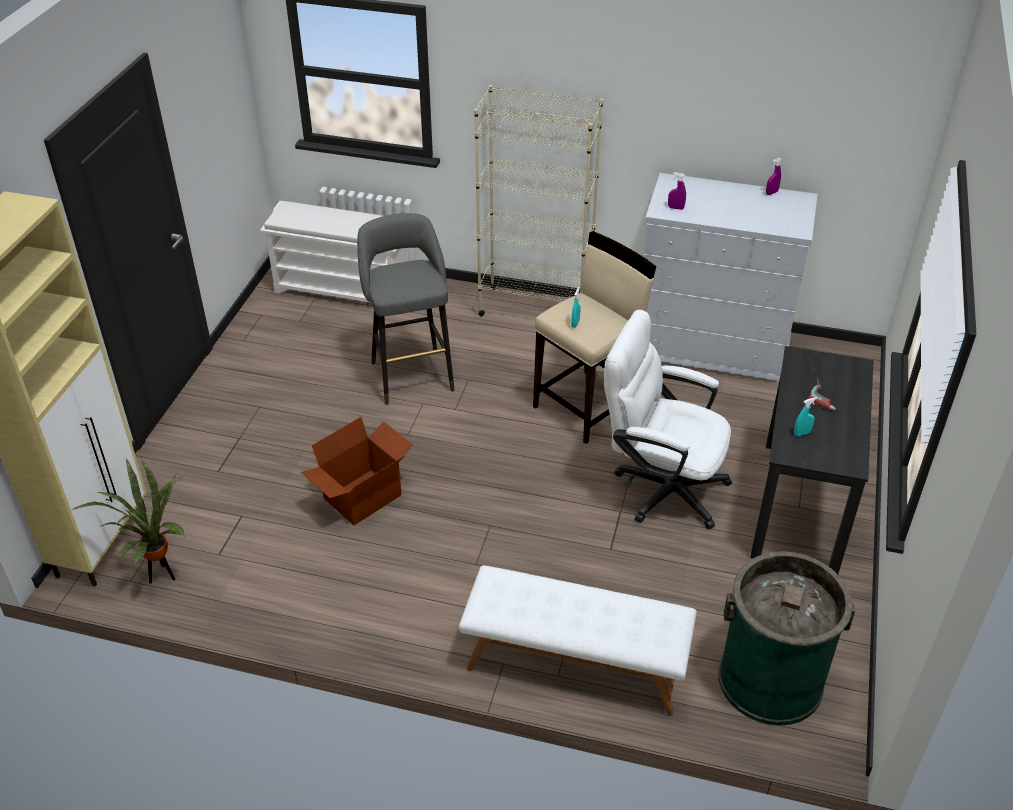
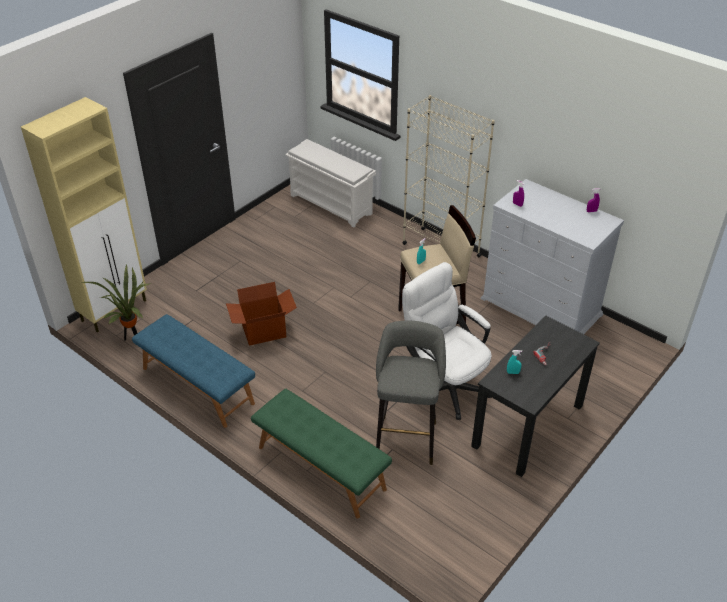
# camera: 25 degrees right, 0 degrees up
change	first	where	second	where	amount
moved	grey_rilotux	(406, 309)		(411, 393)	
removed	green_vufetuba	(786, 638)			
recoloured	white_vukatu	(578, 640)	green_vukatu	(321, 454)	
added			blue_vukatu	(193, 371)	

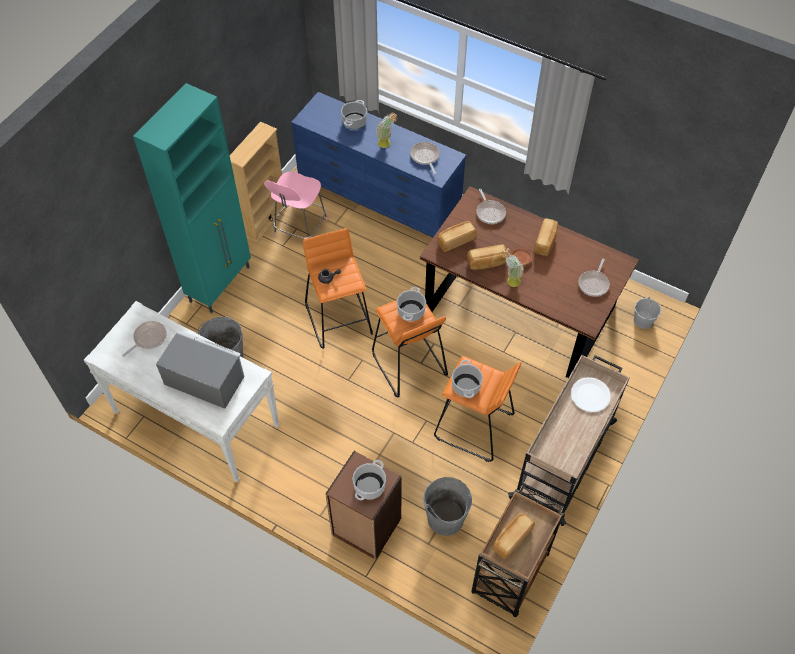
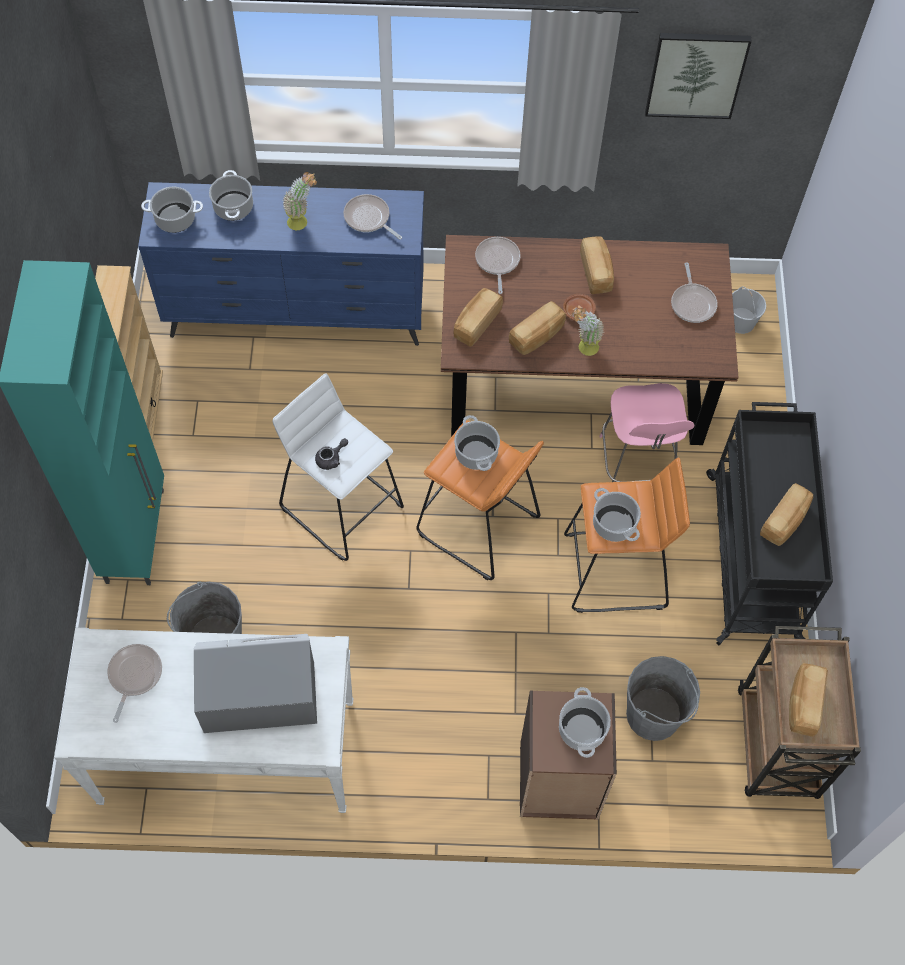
# camera: 30 degrees left, 5 degrees up
change	first	where	second	where	amount
moved	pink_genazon	(296, 205)		(647, 432)	
turned	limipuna	(491, 206)		(498, 265)	135 degrees counterclockwise
recoloured	orange_rilotux	(338, 288)	white_rilotux	(338, 467)	
recoloured	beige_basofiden	(569, 440)	black_basofiden	(769, 523)	
removed	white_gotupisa	(591, 394)			
added			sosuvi	(698, 76)	
added			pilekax	(172, 210)	
added			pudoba	(786, 514)	

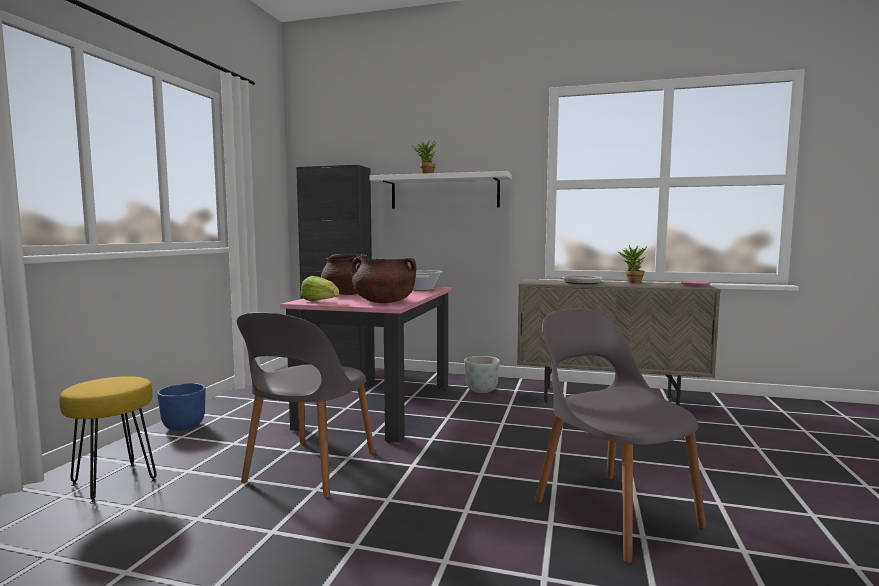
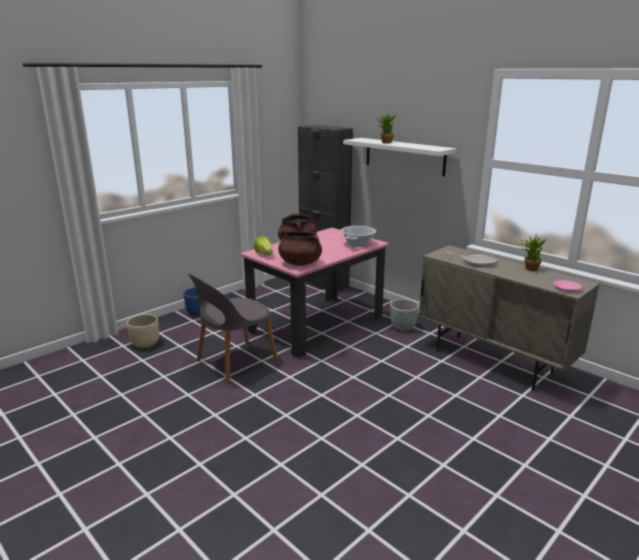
# camera: 30 degrees right, 15 degrees up
change	first	where	second	where	amount
removed	grey_genazon	(620, 435)			
replaced	yellow_rilotux	(108, 439)	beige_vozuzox	(143, 331)	

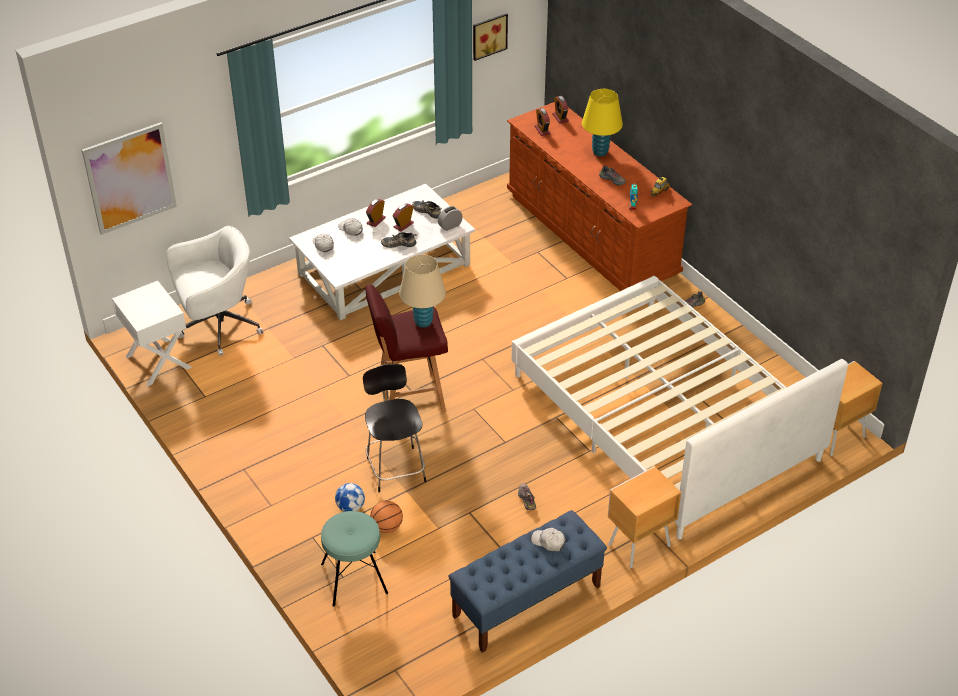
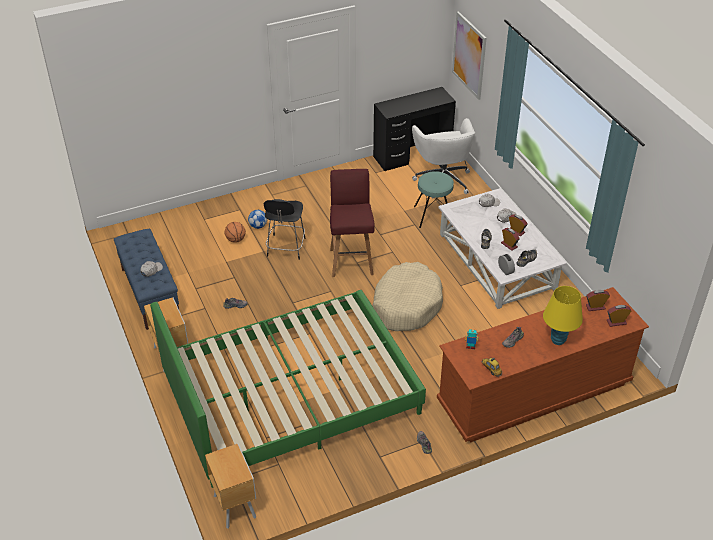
# camera: 100 degrees right, 0 degrees up
change	first	where	second	where	amount
removed	sosuvi	(490, 37)			
removed	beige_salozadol	(422, 291)			
recoloured	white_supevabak	(679, 408)	green_supevabak	(288, 389)	
replaced	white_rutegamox	(152, 334)	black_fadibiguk	(414, 129)	
turned	black_genazon	(394, 428)		(284, 229)	105 degrees clockwise
moved	turquoise_rilotux	(354, 559)		(434, 199)	
added			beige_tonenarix	(407, 296)	

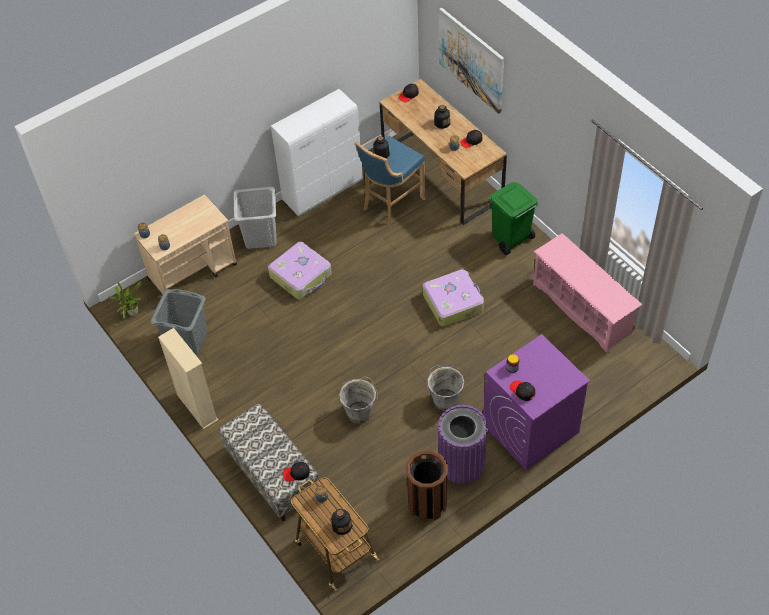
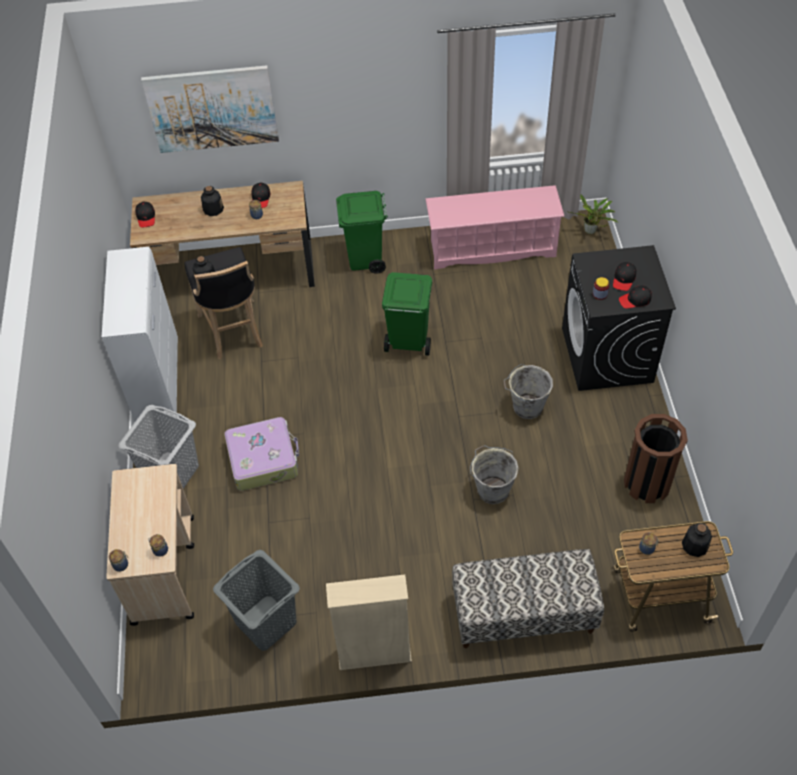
# camera: 60 degrees left, 0 degrees up
change	first	where	second	where	amount
recoloured	blue_rilotux	(390, 181)	black_rilotux	(223, 303)	
replaced	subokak	(453, 298)	green_vufetuba	(407, 314)	
moved	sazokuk	(125, 300)		(592, 214)	
recoloured	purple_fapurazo	(536, 402)	black_fapurazo	(619, 318)	
removed	purple_vufetuba	(463, 444)			
moved	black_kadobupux	(296, 471)		(624, 276)	

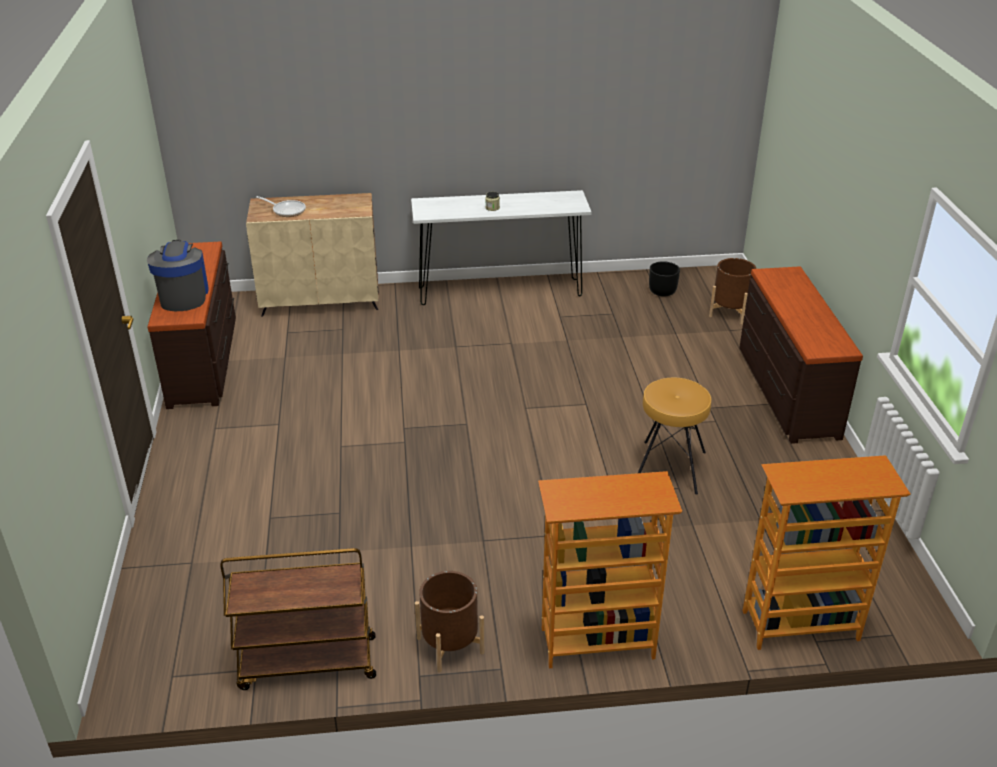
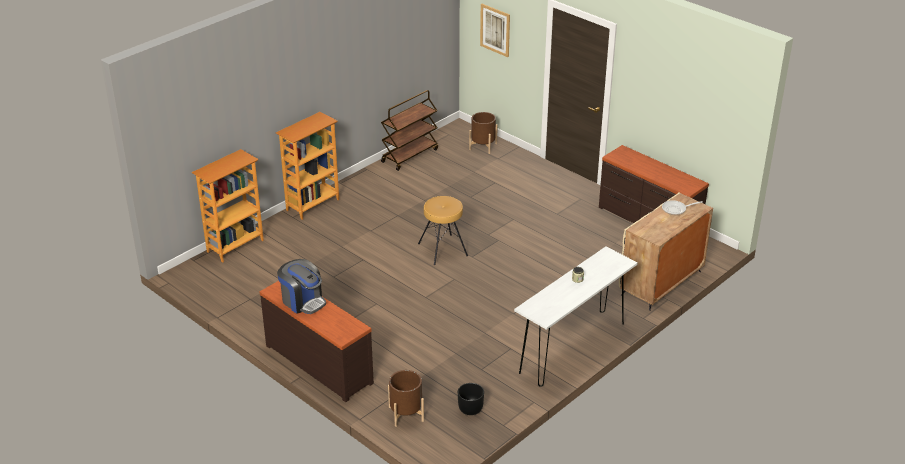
# camera: 140 degrees right, 0 degrees up
change	first	where	second	where	amount
moved	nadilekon	(178, 275)		(301, 286)	
moved	brown_rilotux	(674, 436)		(443, 230)	
moved	brown_vozuzox	(449, 622)		(483, 133)	
added			sosuvi	(495, 30)	

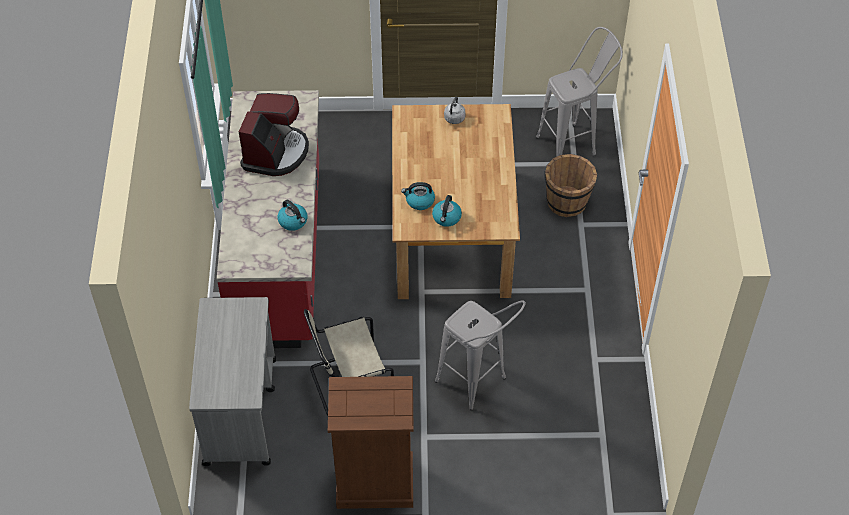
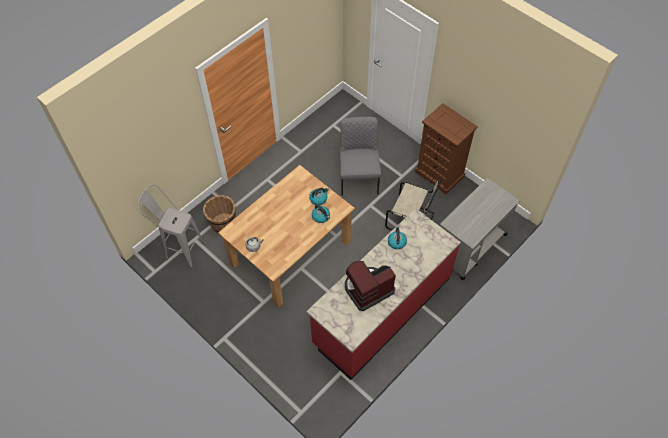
# camera: 135 degrees left, 5 degrees up
change	first	where	second	where	amount
replaced	grey_rilotux	(480, 355)	grey_genazon	(360, 156)	

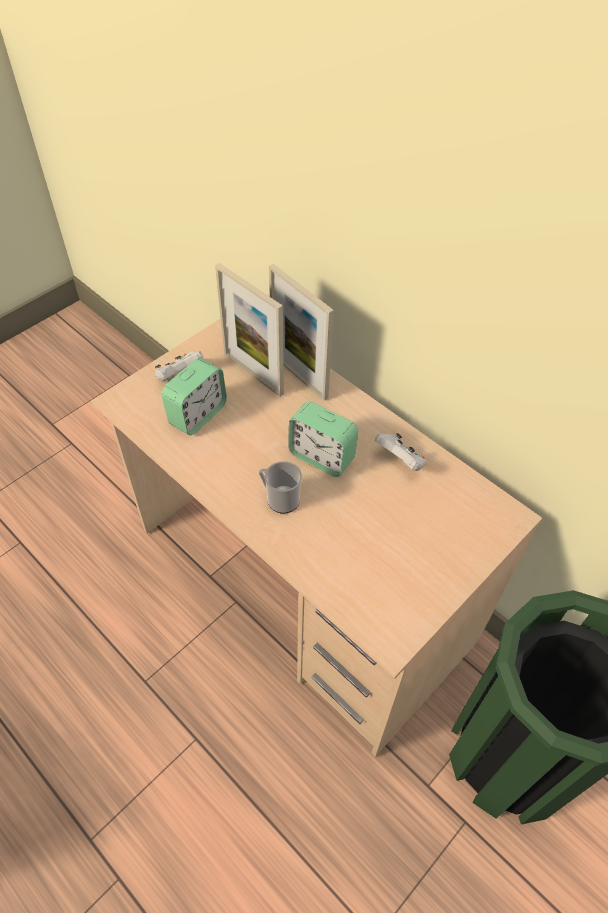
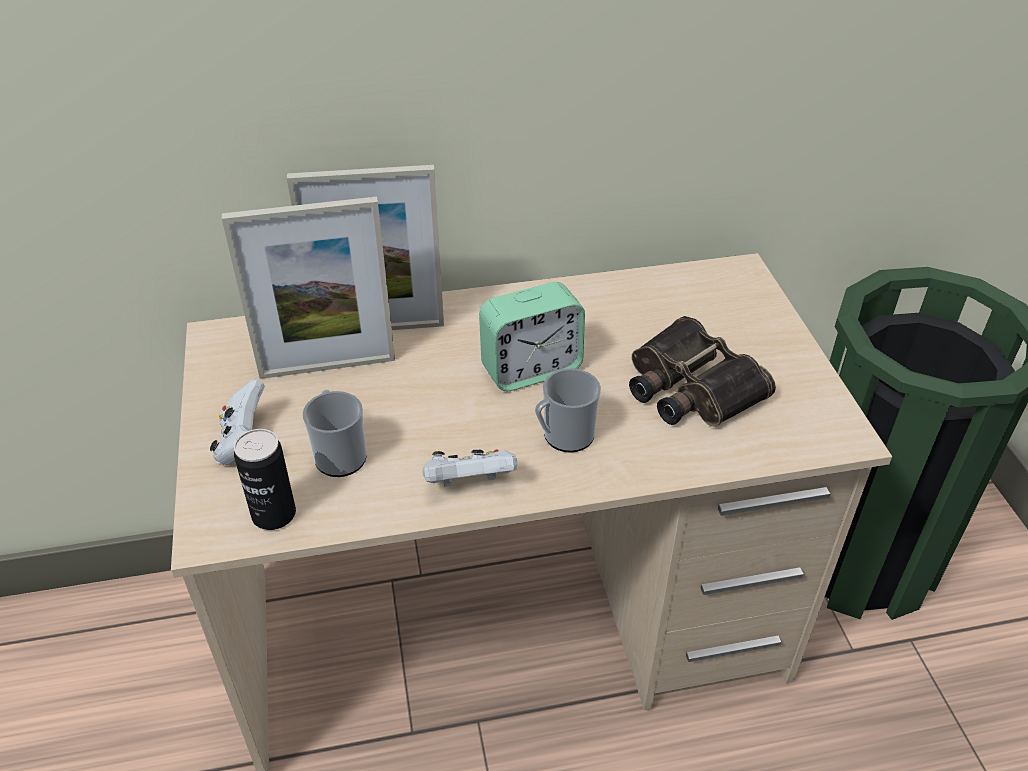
# camera: 55 degrees left, 10 degrees down
change	first	where	second	where	amount
replaced	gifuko	(194, 396)	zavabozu	(335, 433)	
moved	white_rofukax	(400, 452)		(470, 467)	
added			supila	(702, 371)	
added			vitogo	(265, 479)	

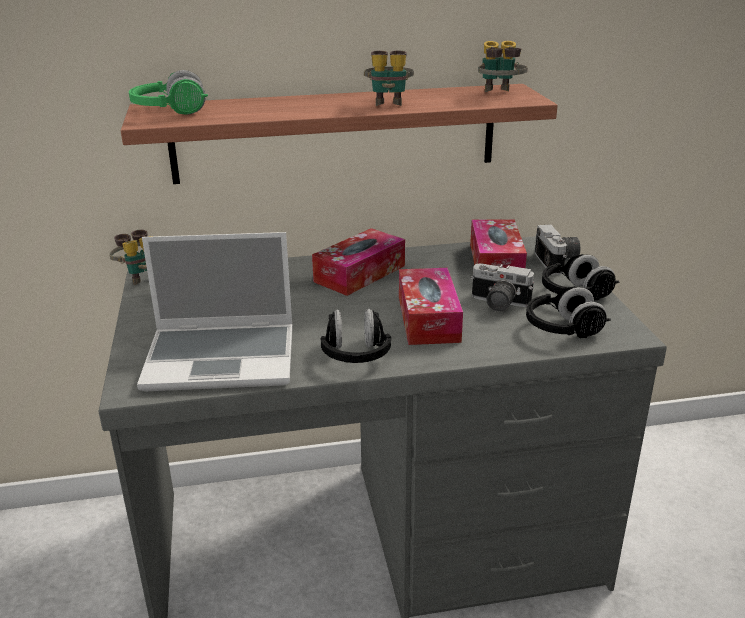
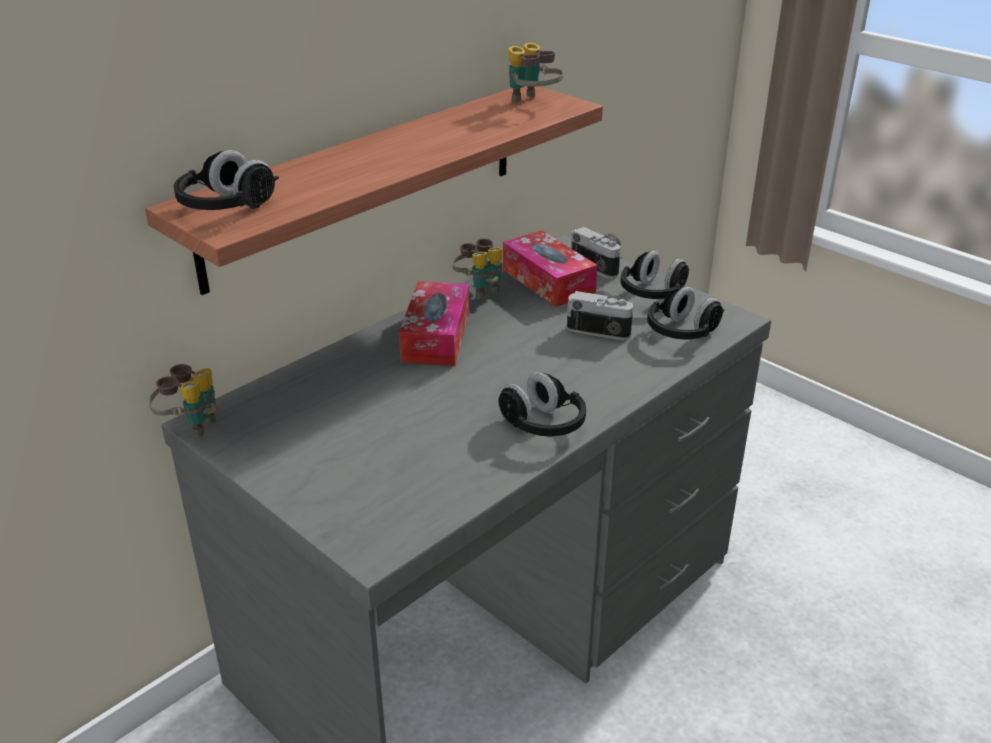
# camera: 35 degrees left, 5 degrees up
change	first	where	second	where	amount
moved	supila	(389, 78)		(477, 269)	
recoloured	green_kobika	(168, 92)	black_kobika	(226, 180)	
removed	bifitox	(215, 311)			
turned	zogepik	(502, 287)		(601, 315)	150 degrees counterclockwise
removed	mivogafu	(431, 306)			

